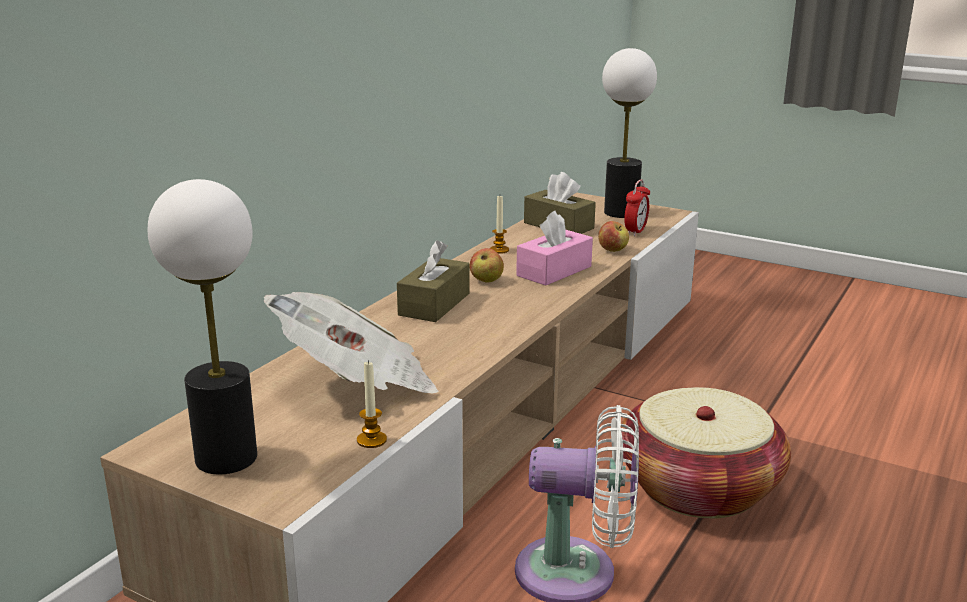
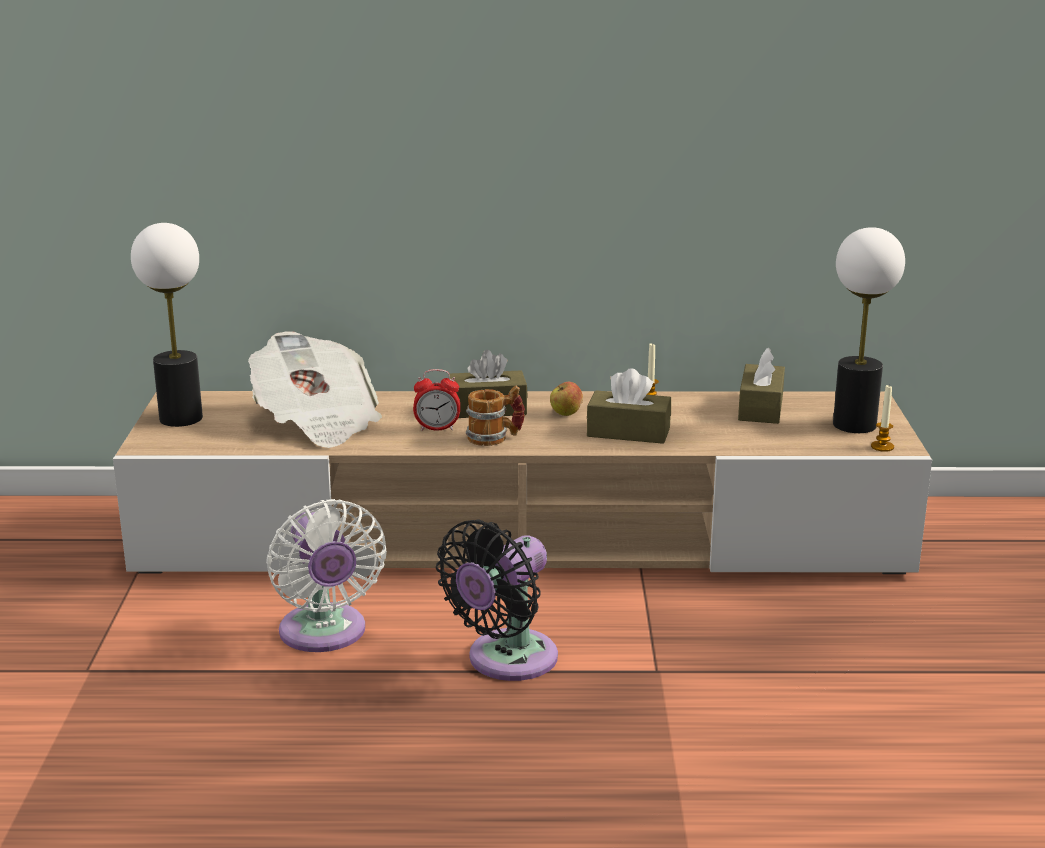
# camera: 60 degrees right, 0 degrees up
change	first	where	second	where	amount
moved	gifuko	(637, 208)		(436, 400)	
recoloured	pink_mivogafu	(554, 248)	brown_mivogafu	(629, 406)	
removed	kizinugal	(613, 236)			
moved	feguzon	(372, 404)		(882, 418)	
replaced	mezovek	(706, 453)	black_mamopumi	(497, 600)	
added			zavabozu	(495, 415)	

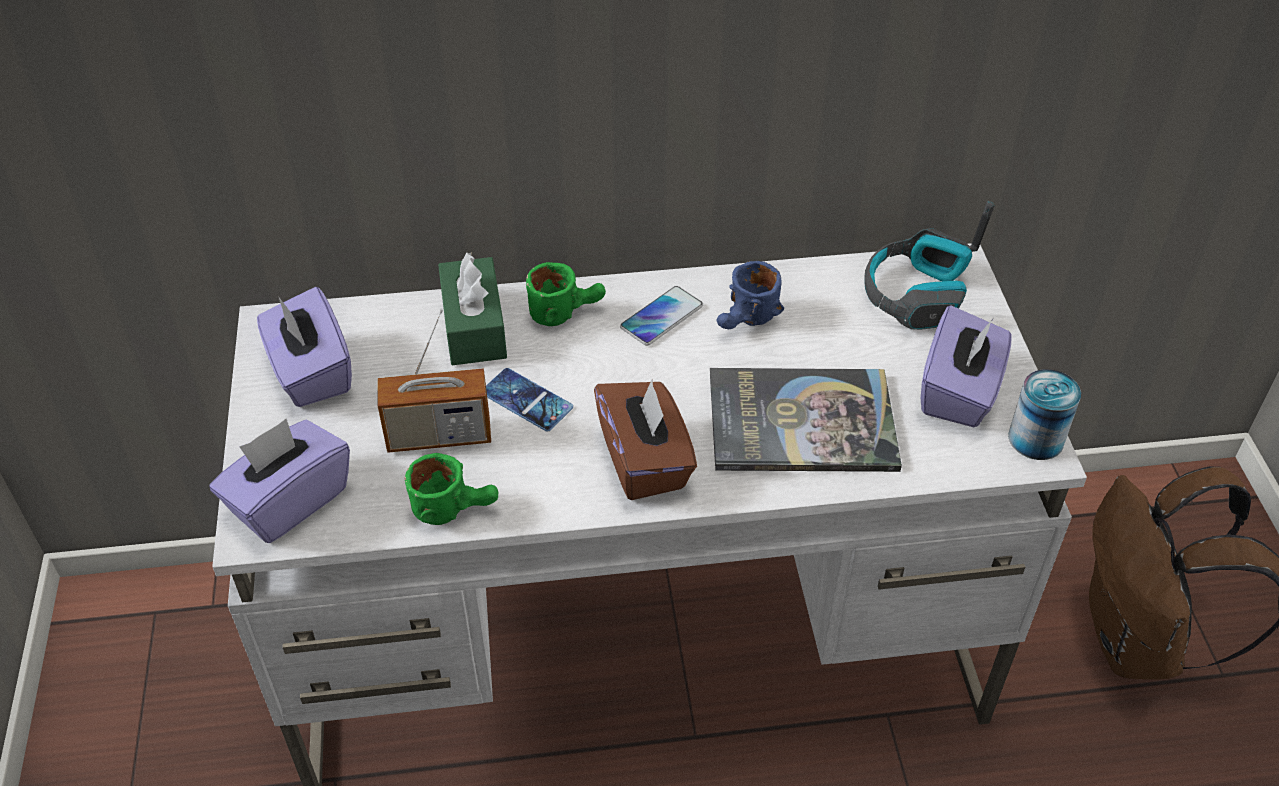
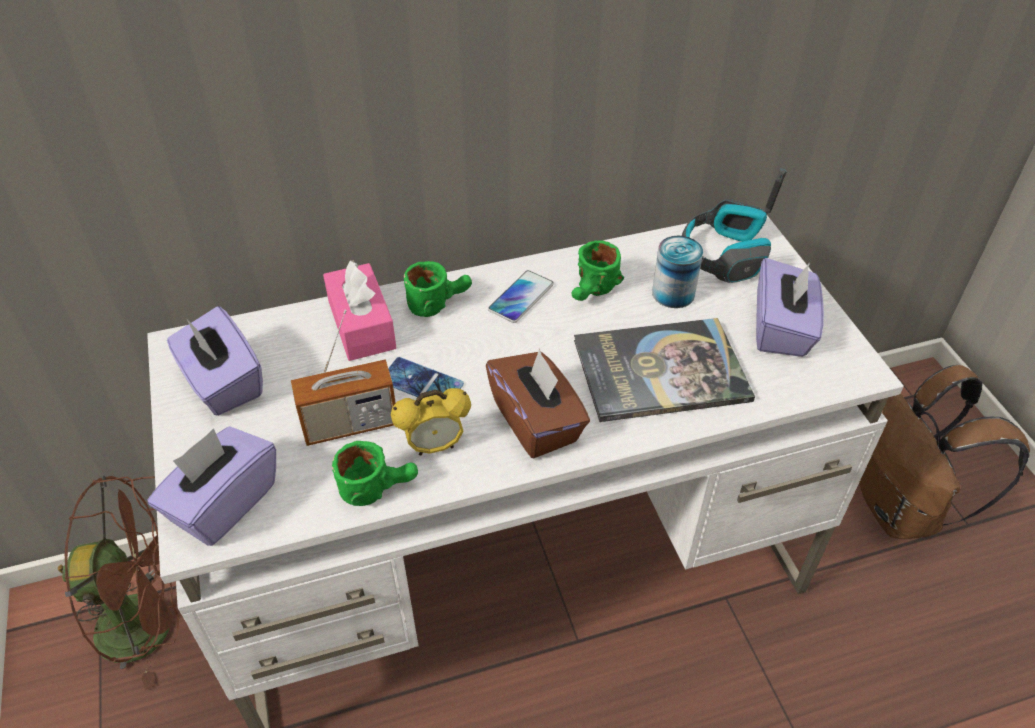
# camera: 10 degrees left, 0 degrees up
change	first	where	second	where	amount
recoloured	green_mivogafu	(472, 308)	pink_mivogafu	(359, 310)	
recoloured	blue_zavabozu	(750, 295)	green_zavabozu	(597, 270)	
moved	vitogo	(1044, 414)		(677, 272)	
added			gifuko	(431, 422)	
added			brown_mamopumi	(118, 583)	

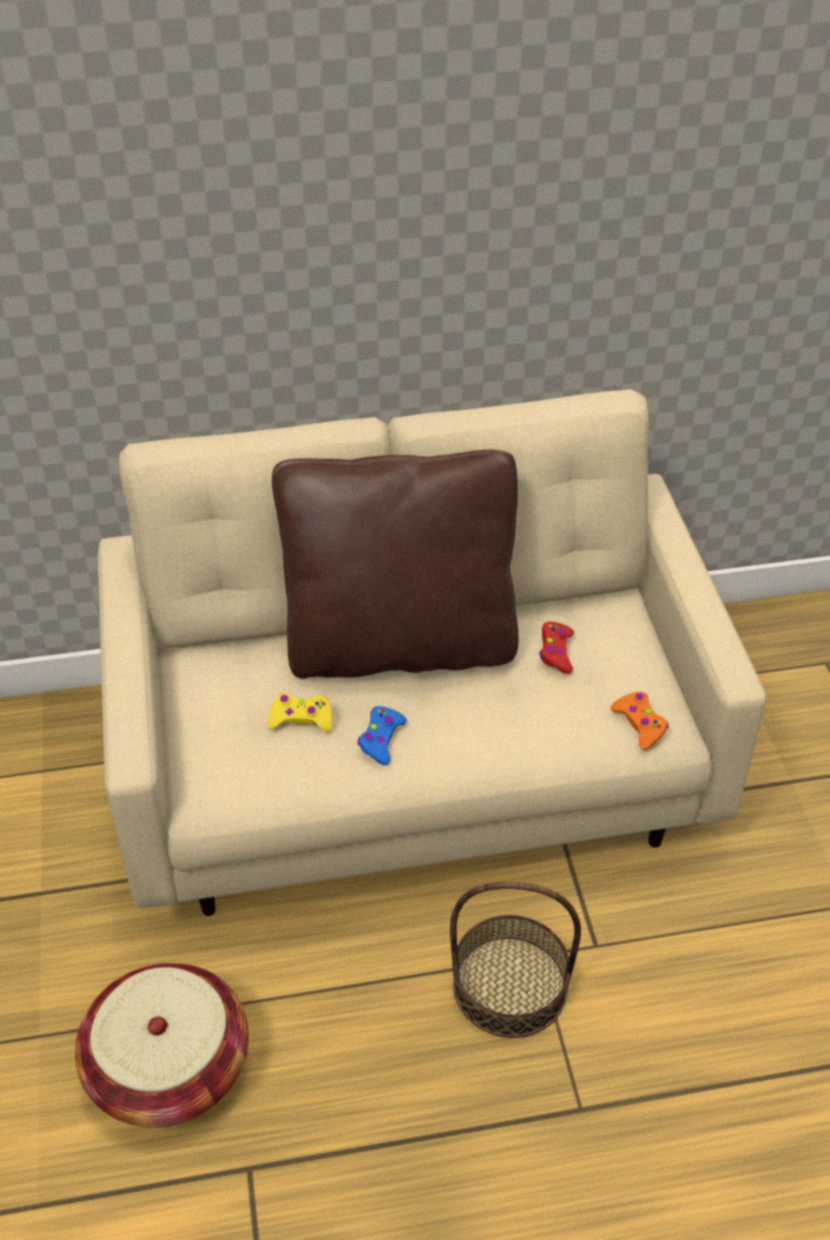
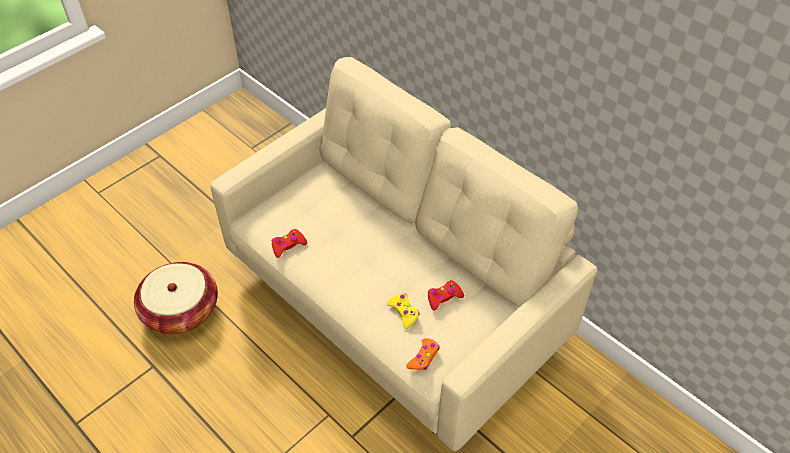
# camera: 55 degrees right, 5 degrees up
change	first	where	second	where	amount
removed	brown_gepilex	(395, 564)			
moved	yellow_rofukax	(300, 713)		(403, 311)	
removed	blue_rofukax	(382, 735)			
removed	mezovek	(515, 960)			
added			red_rofukax	(289, 243)	

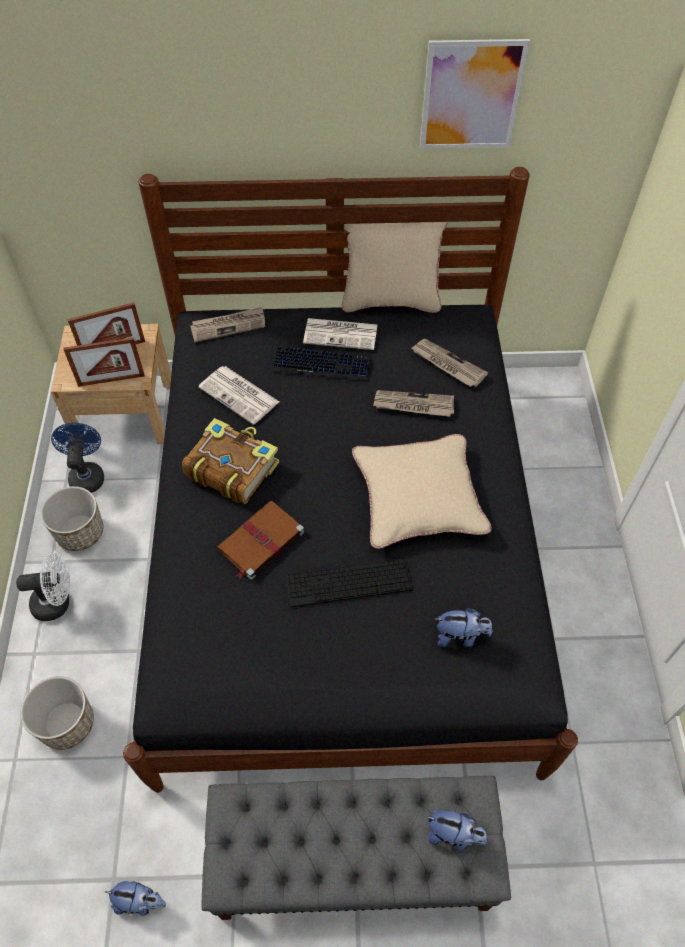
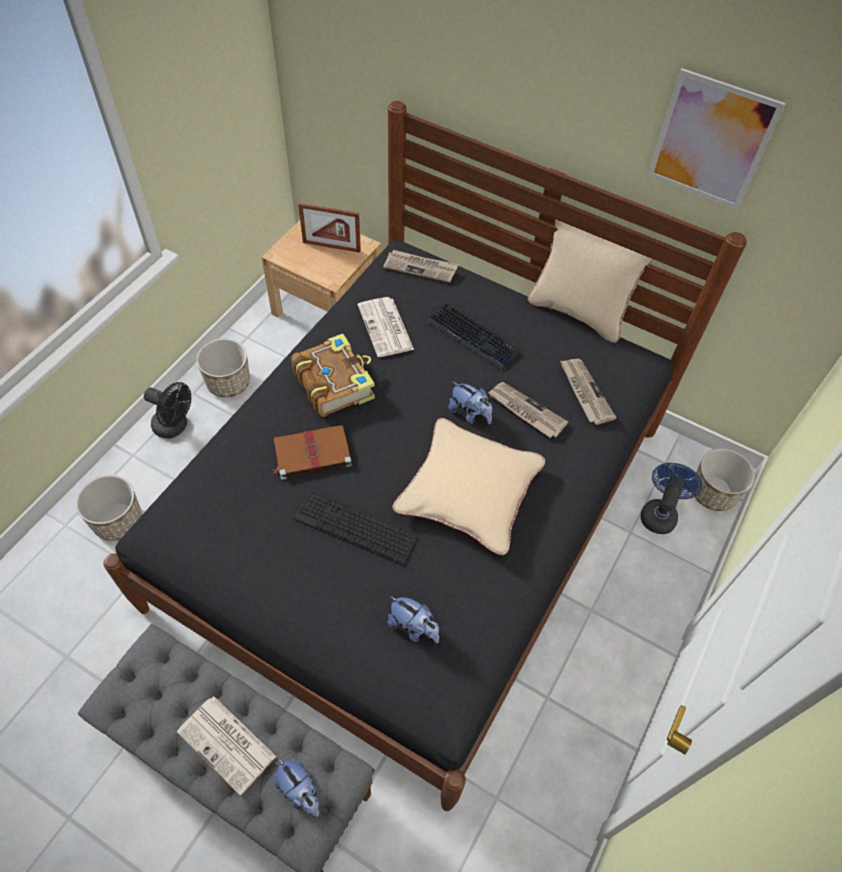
# camera: 30 degrees right, 0 degrees up
change	first	where	second	where	amount
moved	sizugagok	(340, 334)		(226, 746)	
removed	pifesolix	(104, 362)			
moved	blue_mamopumi	(77, 458)		(671, 498)	
recoloured	white_mamopumi	(43, 587)	black_mamopumi	(167, 410)	
moved	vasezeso	(135, 898)		(470, 403)	
added			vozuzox	(724, 479)	

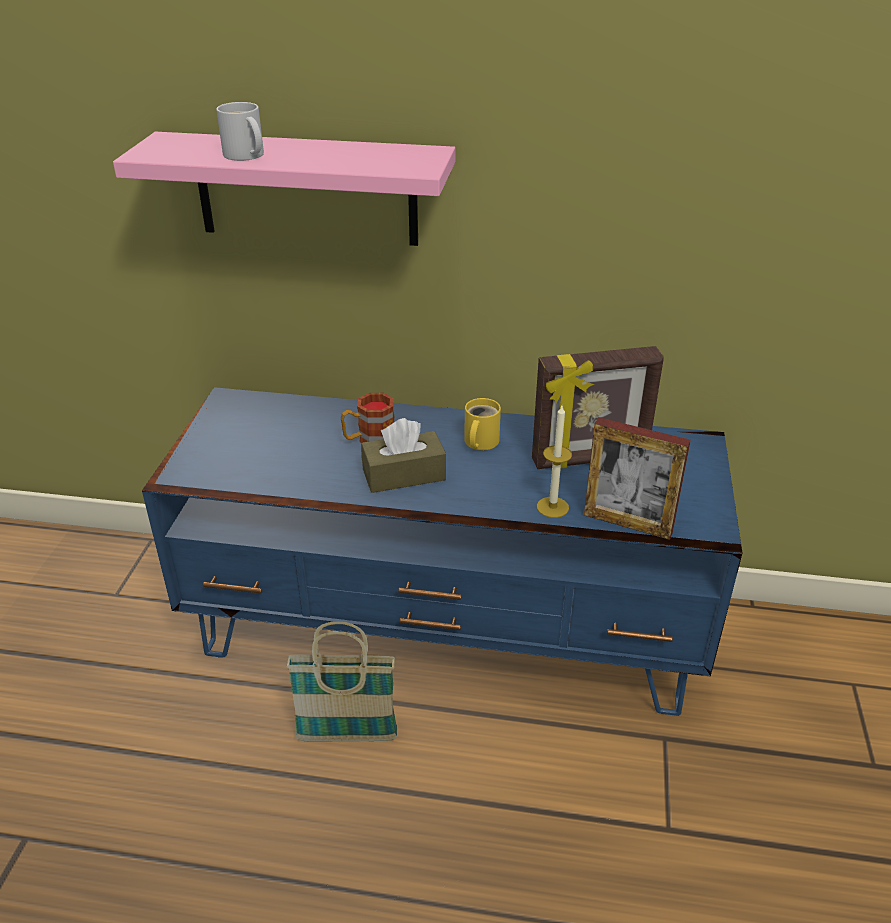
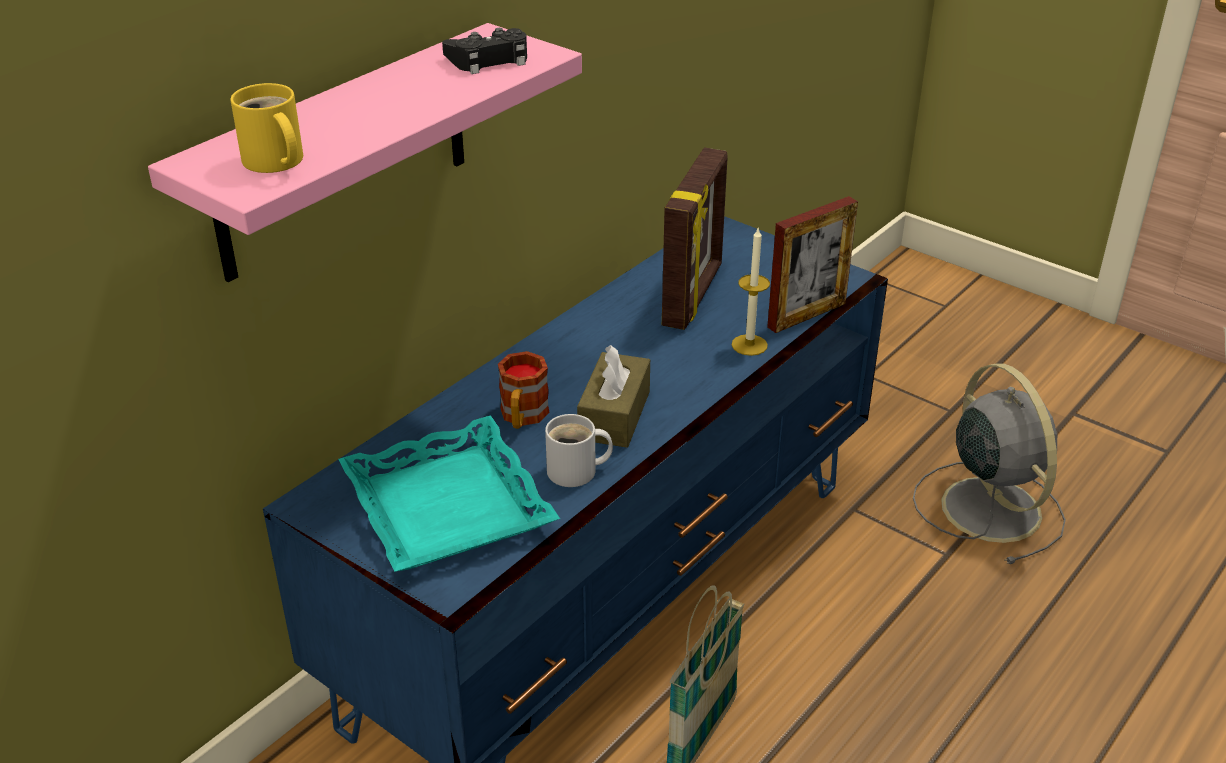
# camera: 60 degrees left, 0 degrees up
change	first	where	second	where	amount
moved	white_zavabozu	(240, 131)		(579, 450)	
moved	yellow_zavabozu	(482, 424)		(266, 128)	
added			black_rofukax	(484, 51)	
added			grey_mamopumi	(989, 463)	
added			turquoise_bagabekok	(449, 493)	

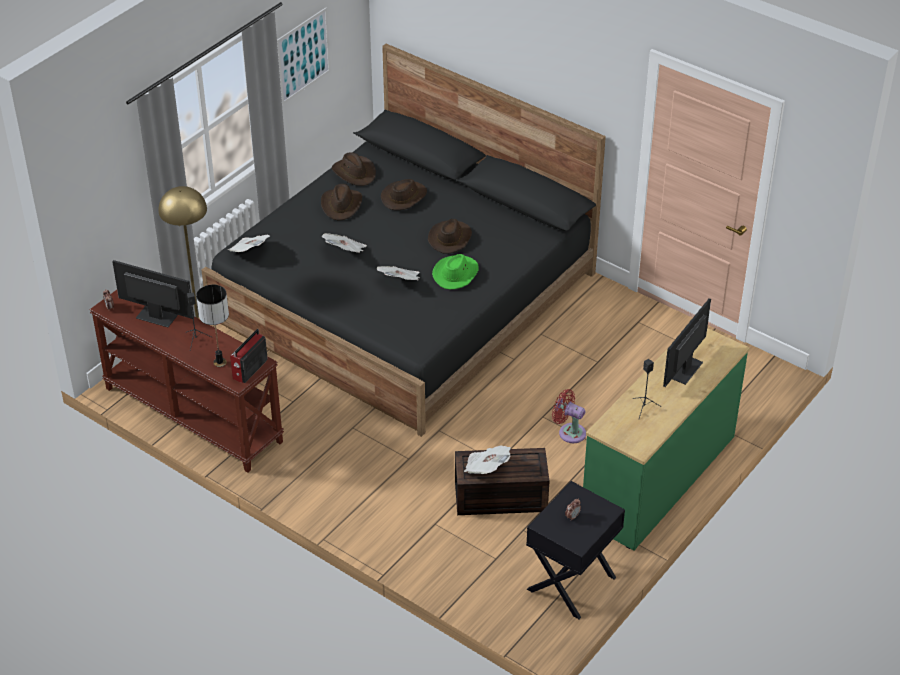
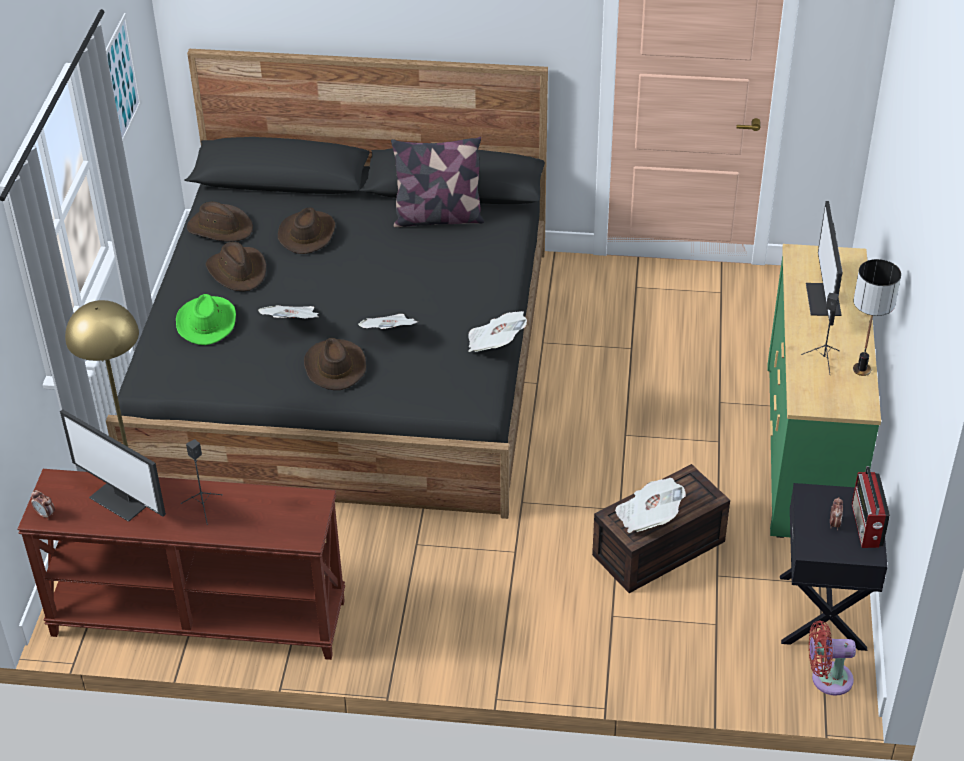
# camera: 30 degrees left, 0 degrees up
change	first	where	second	where	amount
moved	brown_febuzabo	(450, 236)		(335, 364)	
moved	sizugagok	(249, 243)		(497, 331)	
moved	green_febuzabo	(455, 271)		(206, 319)	
turned	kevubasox	(153, 293)		(113, 465)	135 degrees counterclockwise
moved	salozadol	(212, 326)		(877, 317)	
moved	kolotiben	(249, 356)		(871, 507)	
moved	red_mamopumi	(569, 416)		(832, 658)	
added			gepilex	(437, 182)	

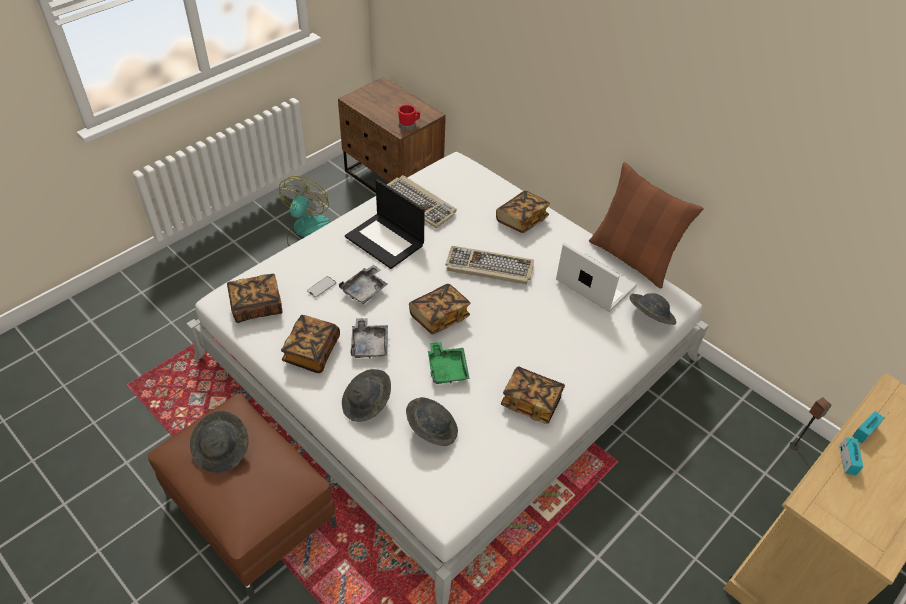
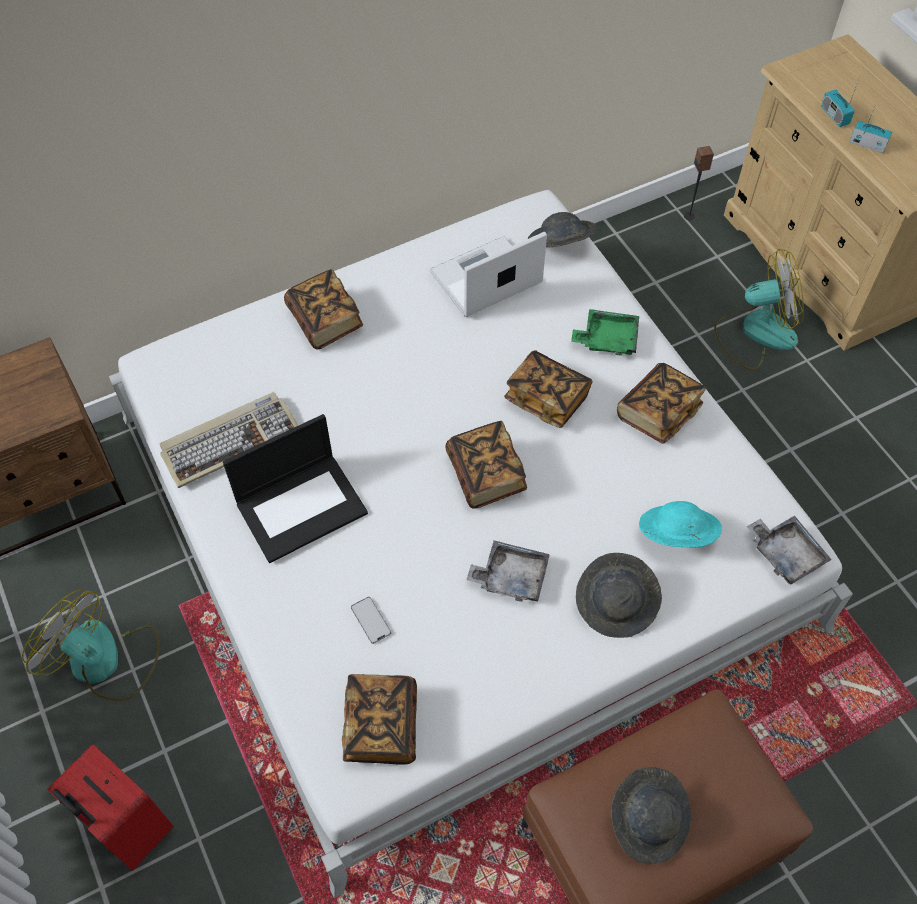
# camera: 70 degrees left, 10 degrees up
change	first	where	second	where	amount
removed	red_zavabozu	(409, 117)			
removed	brown_gepilex	(646, 225)			
removed	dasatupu	(490, 265)			
moved	grey_bagabekok	(363, 284)		(789, 550)	
moved	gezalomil	(310, 344)		(548, 389)	
moved	green_bagabekok	(449, 363)		(605, 332)	
recoloured	grey_febuzabo	(432, 421)	turquoise_febuzabo	(680, 524)	
added			mamopumi	(759, 309)	
added			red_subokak	(110, 807)	

